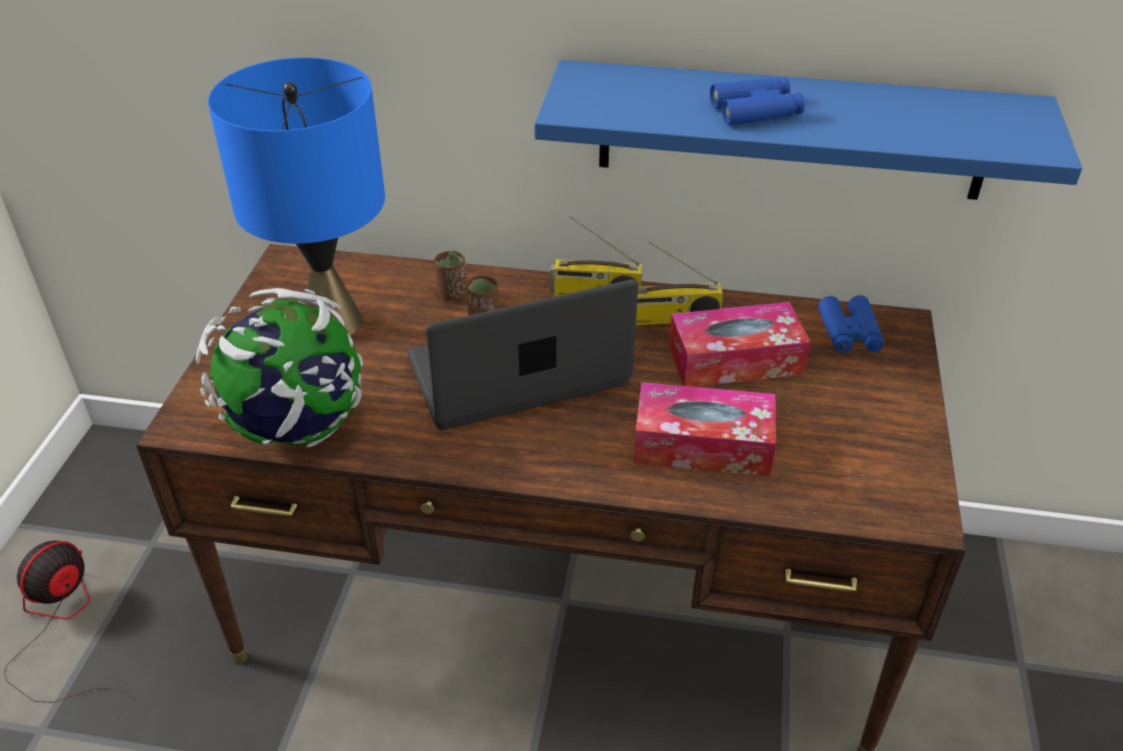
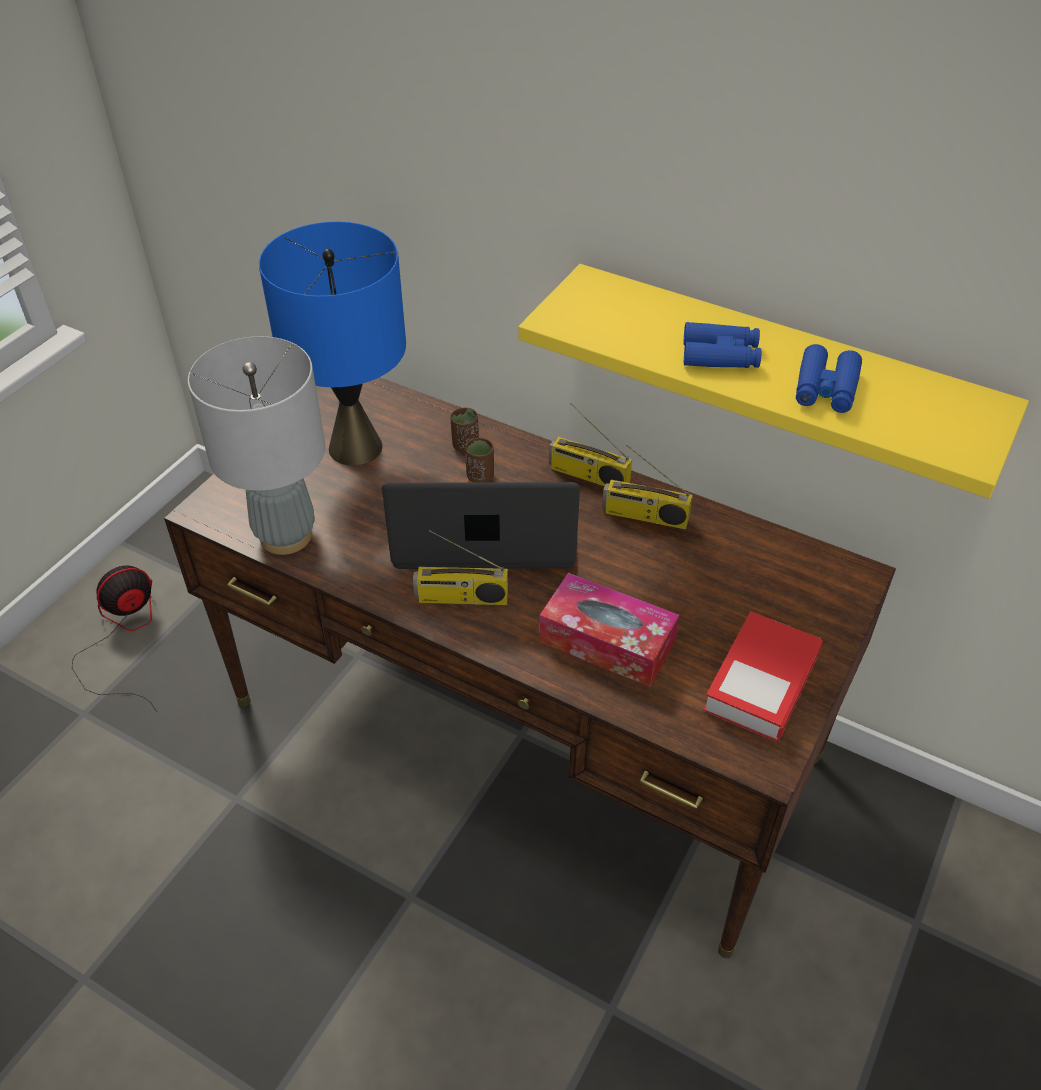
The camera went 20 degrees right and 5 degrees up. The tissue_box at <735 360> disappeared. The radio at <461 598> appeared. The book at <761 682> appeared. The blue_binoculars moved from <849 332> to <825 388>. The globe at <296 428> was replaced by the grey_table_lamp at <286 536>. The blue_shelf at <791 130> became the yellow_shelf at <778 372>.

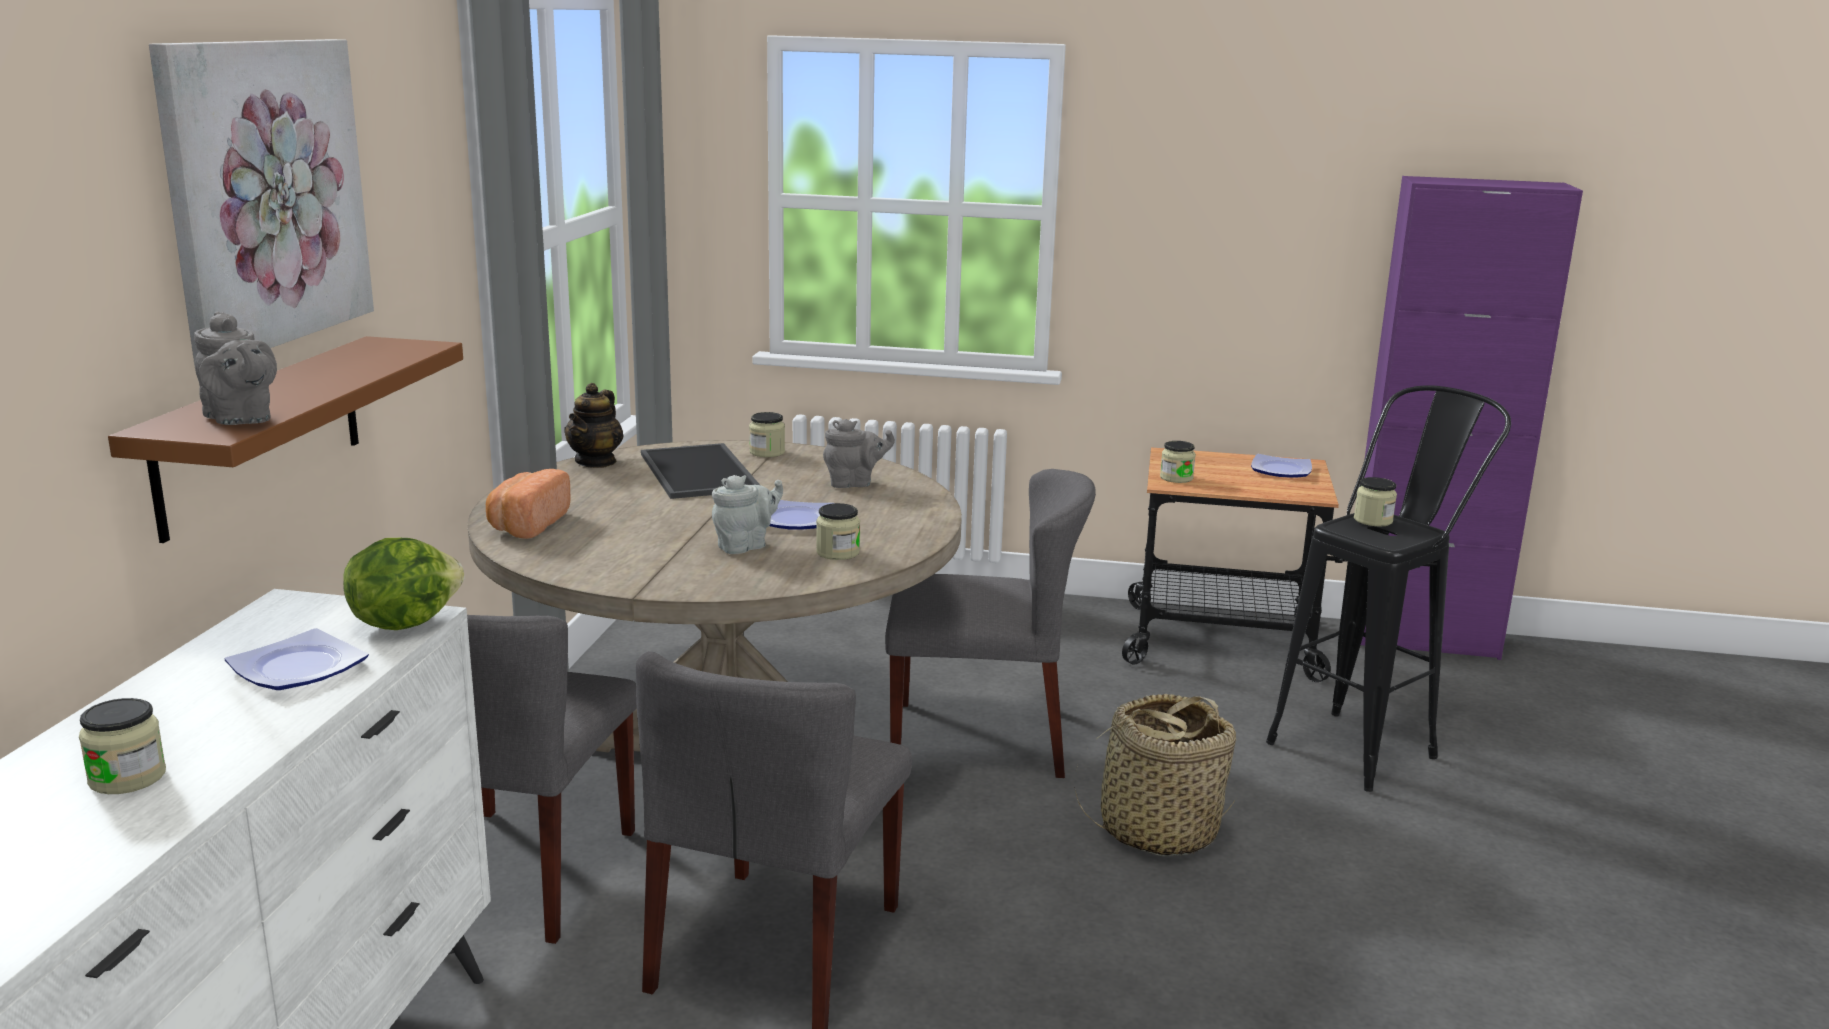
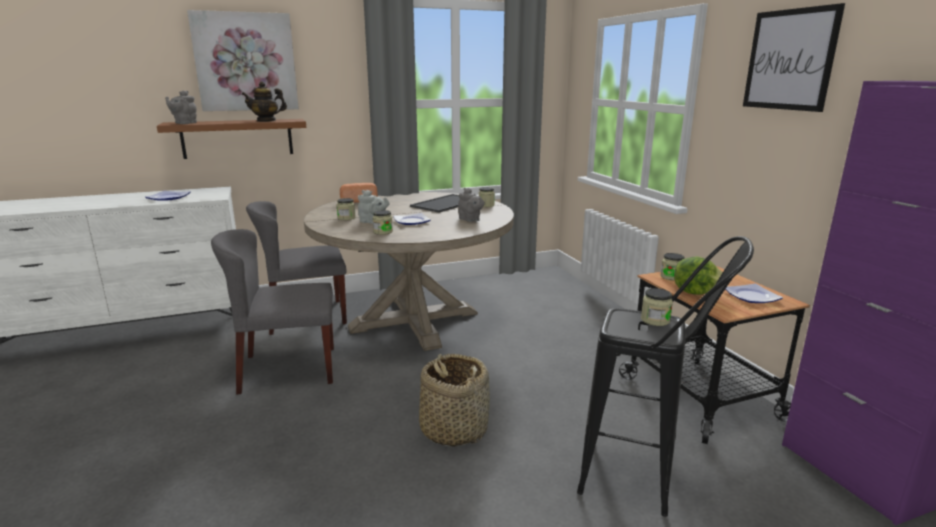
The camera went 60 degrees right and 0 degrees up. The grey_chair at <980 738> disappeared. The picture at <789 60> appeared. The jar moved from <127 778> to <346 218>. The lettuce moved from <404 622> to <695 292>. The teapot moved from <596 462> to <266 121>.

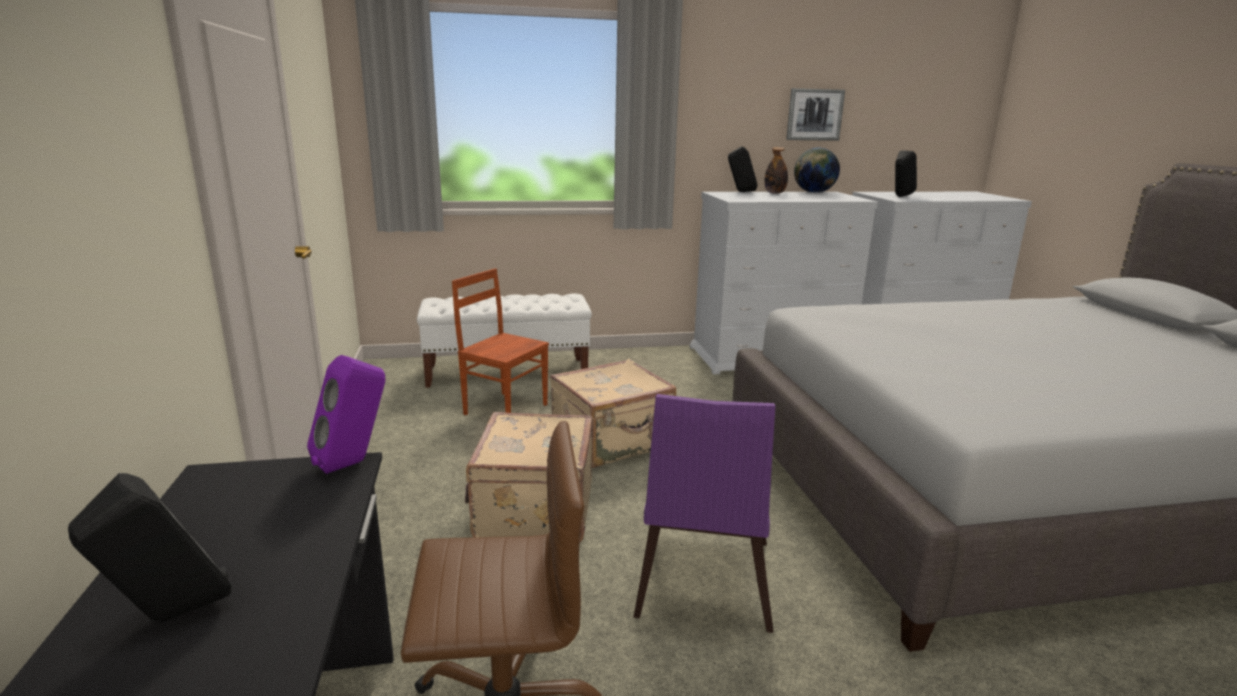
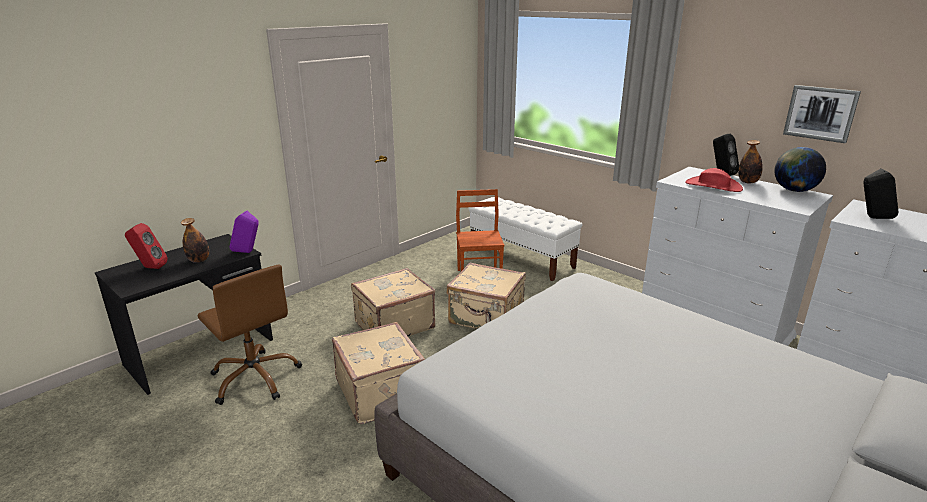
The camera went 55 degrees right and 5 degrees up. The bottle at <199 260> appeared. The red_hat at <713 186> appeared. The purple_chair at <701 585> was replaced by the beige_suitcase at <382 392>. The black_speaker at <169 618> became the red_speaker at <149 267>.

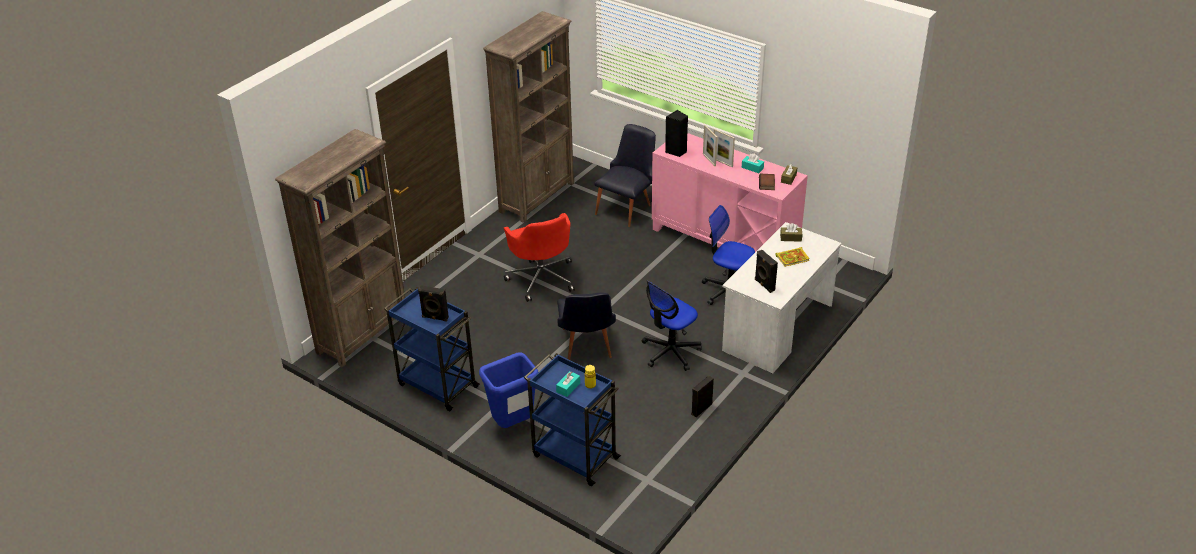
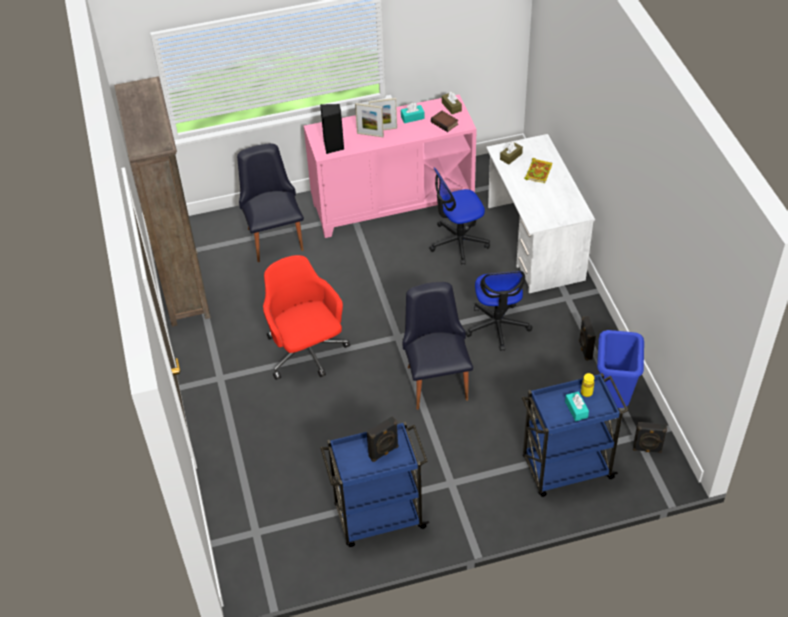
The camera went 50 degrees left and 10 degrees up. The brown_bookcase at <363 333> disappeared. The blue_trash_can moved from <512 425> to <612 401>. The black_speaker moved from <764 285> to <647 449>. The red_office_chair at <541 277> turned 135 degrees counterclockwise. The black_chair at <587 347> turned 135 degrees counterclockwise.

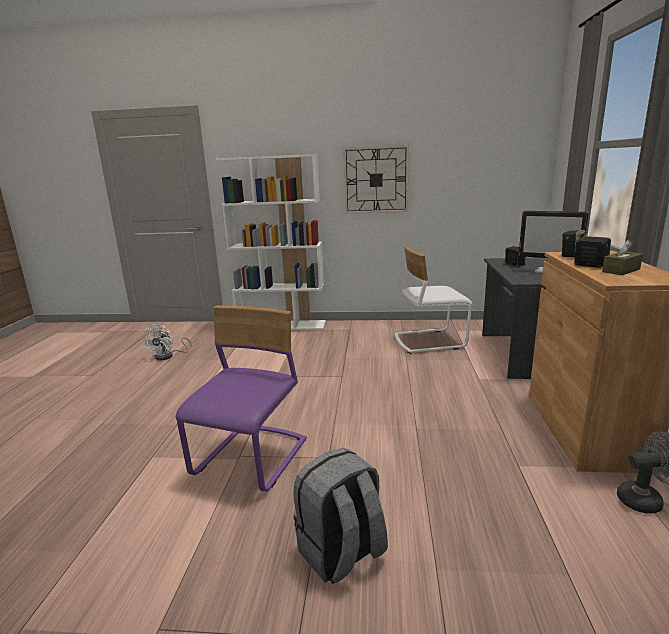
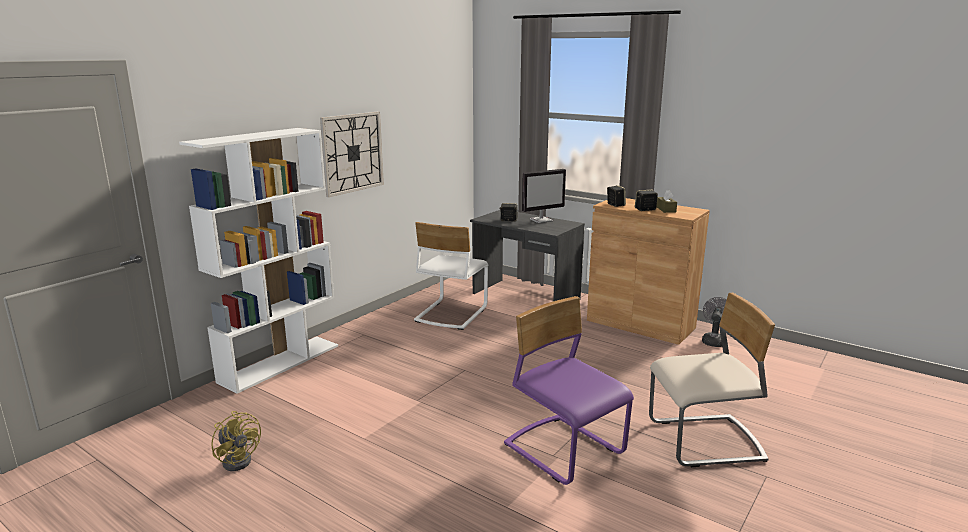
The camera went 60 degrees left and 0 degrees up. The grey_backpack at <341 554> was replaced by the beige_chair at <705 442>. The white_fan at <168 356> became the yellow_fan at <239 459>.

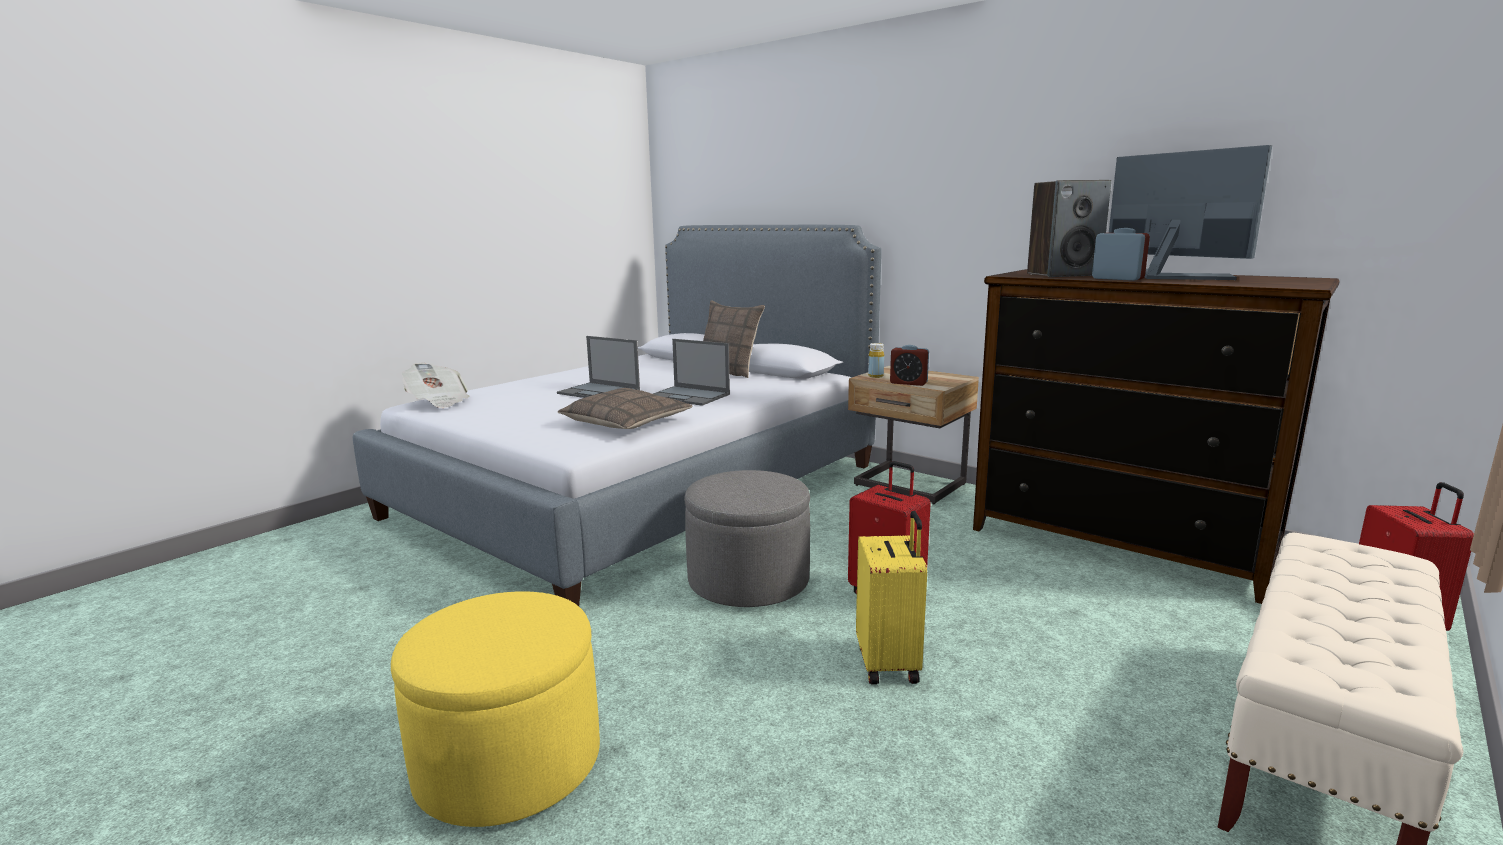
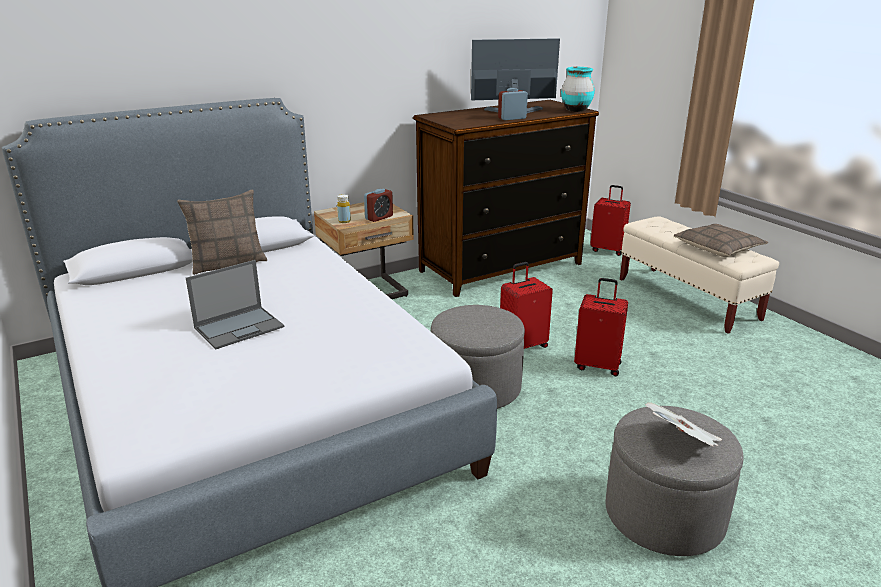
The camera went 70 degrees left and 10 degrees up. The laptop at <689 396> disappeared. The speaker at <1063 274> disappeared. The turquoise_vase at <576 110> appeared. The newspaper moved from <437 401> to <682 442>. The pillow moved from <627 423> to <718 248>. The yellow_ottoman at <509 763> became the grey_ottoman at <664 515>. The yellow_suitcase at <889 663> became the red_suitcase at <598 365>.

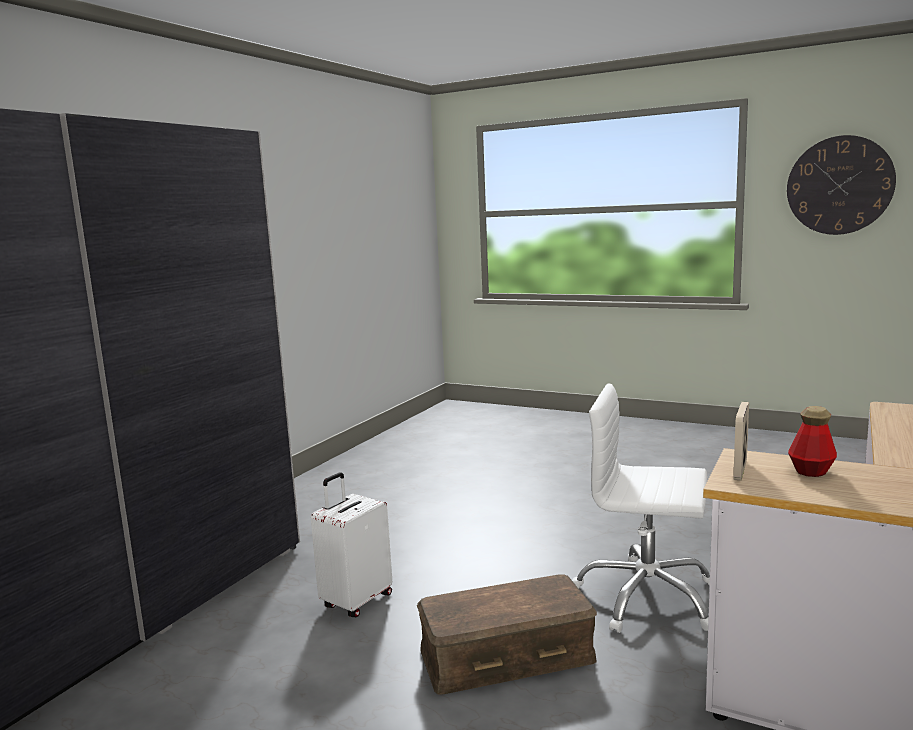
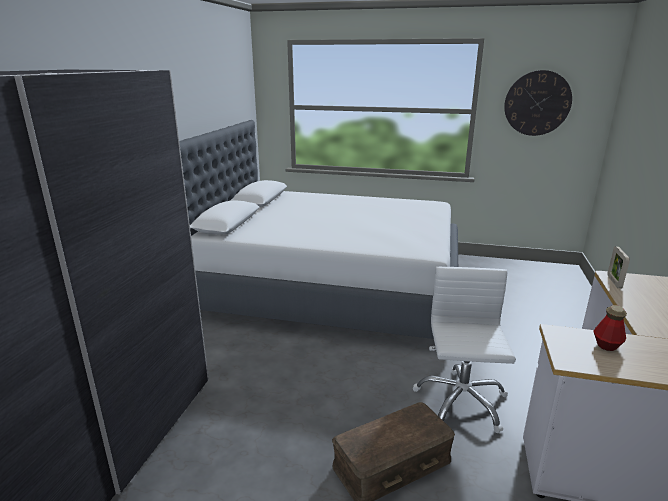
The camera went 15 degrees left and 10 degrees up. The white_suitcase at <356 601> disappeared. The white_bed at <331 288> appeared. The picture_frame moved from <740 470> to <614 282>. The white_office_chair at <646 597> turned 90 degrees clockwise.

